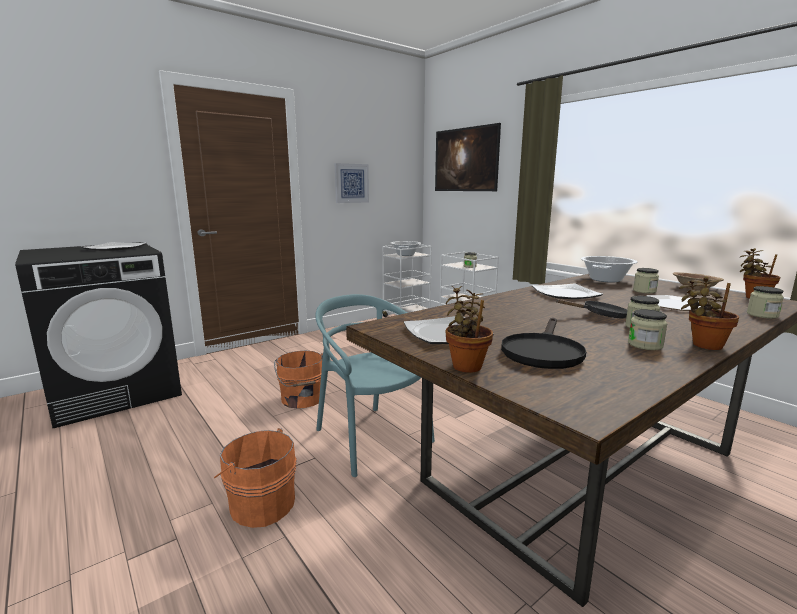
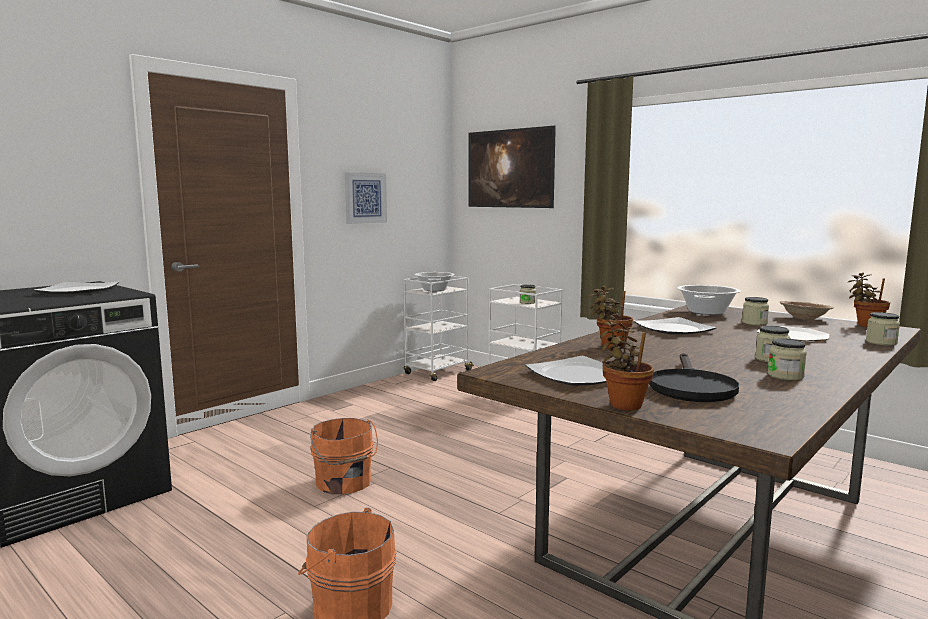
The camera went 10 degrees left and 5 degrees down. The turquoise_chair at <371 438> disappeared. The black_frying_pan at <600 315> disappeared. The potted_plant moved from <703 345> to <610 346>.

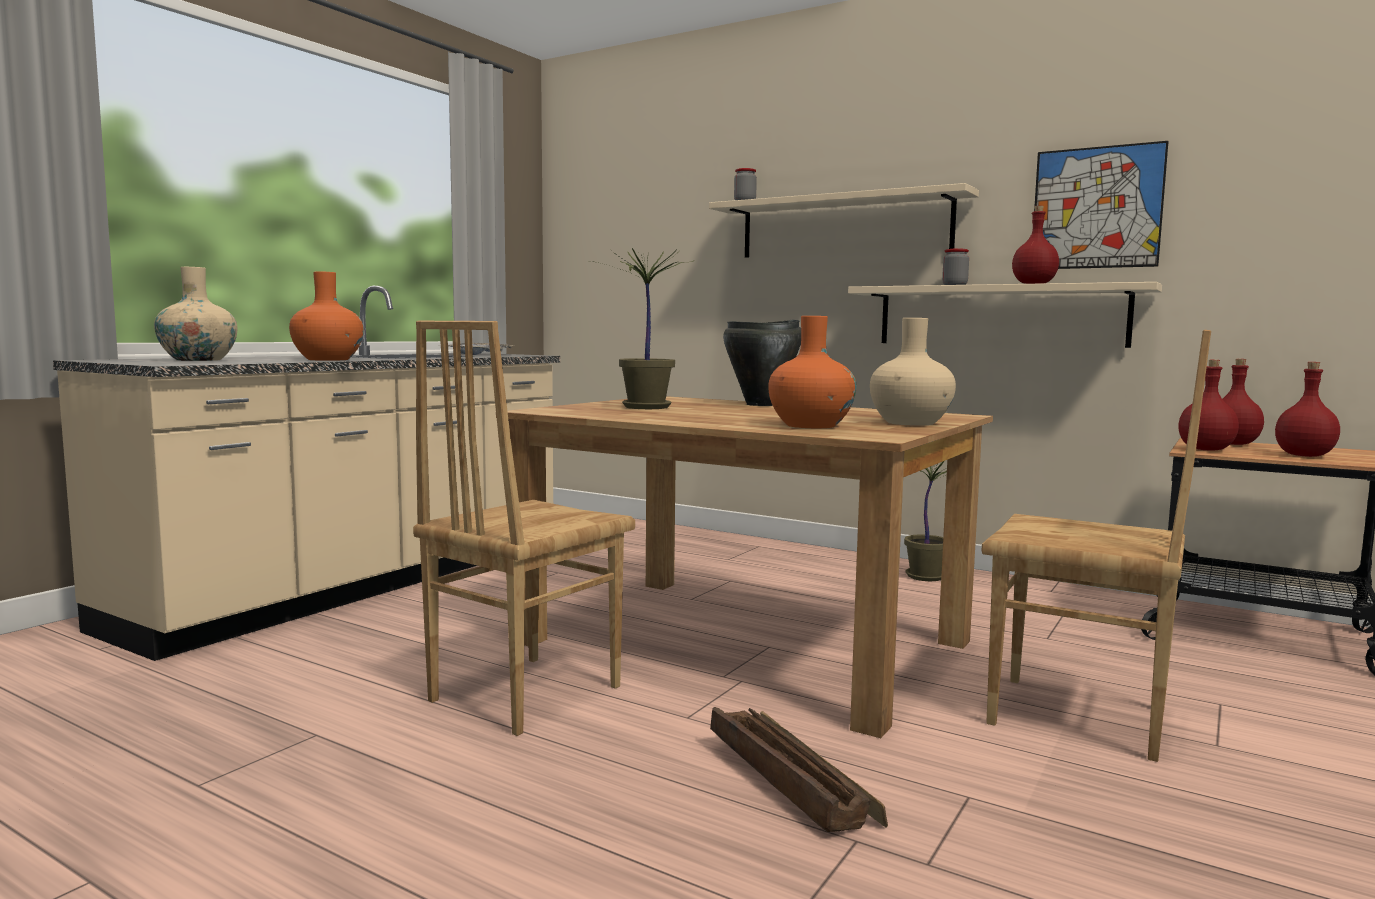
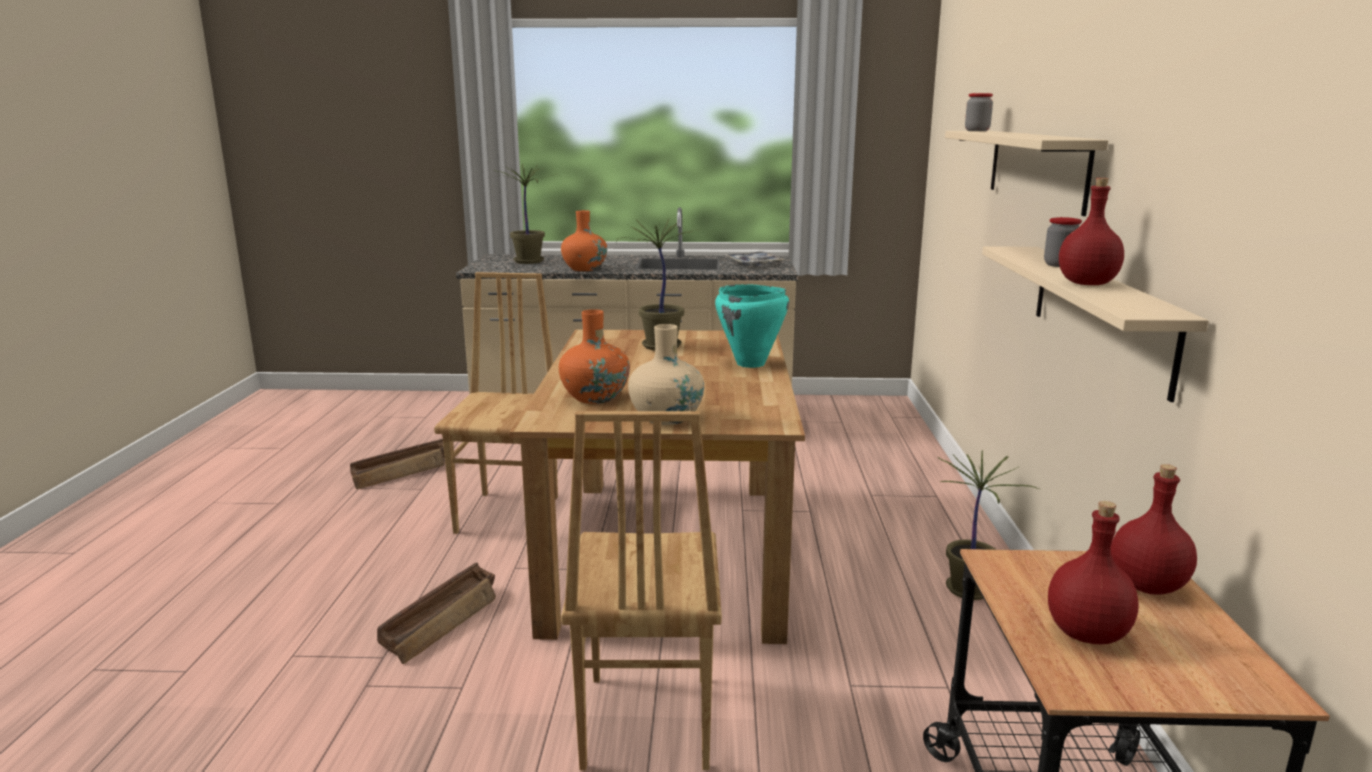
The camera went 60 degrees right and 10 degrees up. The picture at <1096 208> disappeared. The red_bottle at <1206 450> disappeared. The crate at <402 472> appeared. The beige_vase at <198 360> was replaced by the potted_plant at <530 262>. The black_cooking_pot at <762 404> became the turquoise_cooking_pot at <750 364>. The brown_chair at <522 693> turned 90 degrees clockwise.

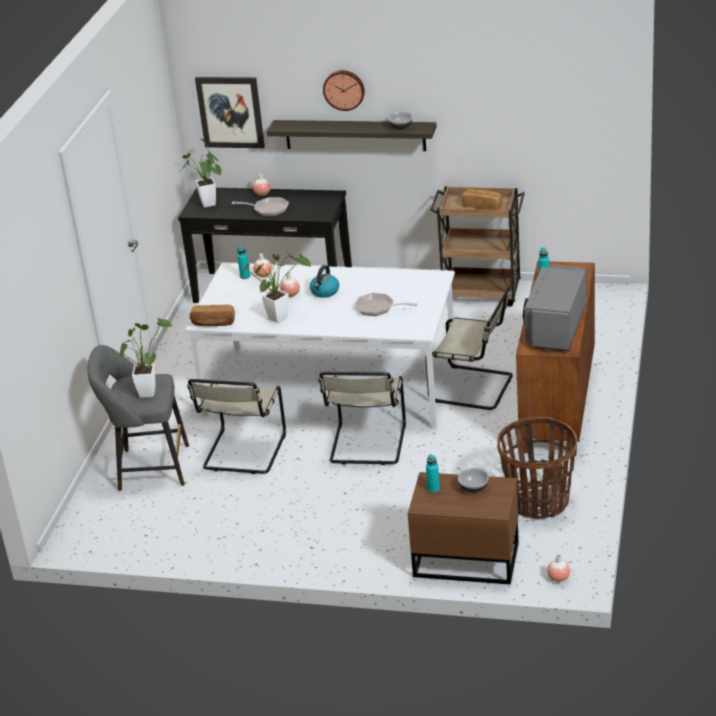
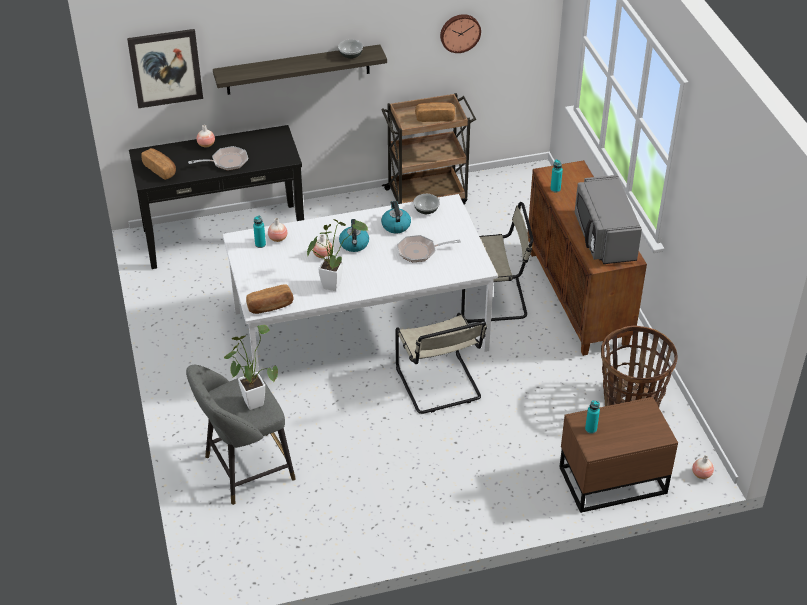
The camera went 30 degrees left and 10 degrees up. The beige_chair at <243 453> disappeared. The kettle at <395 225> appeared. The wall_clock moved from <344 89> to <459 32>. The bowl moved from <474 487> to <426 210>. The potted_plant at <209 206> was replaced by the bread at <160 169>.

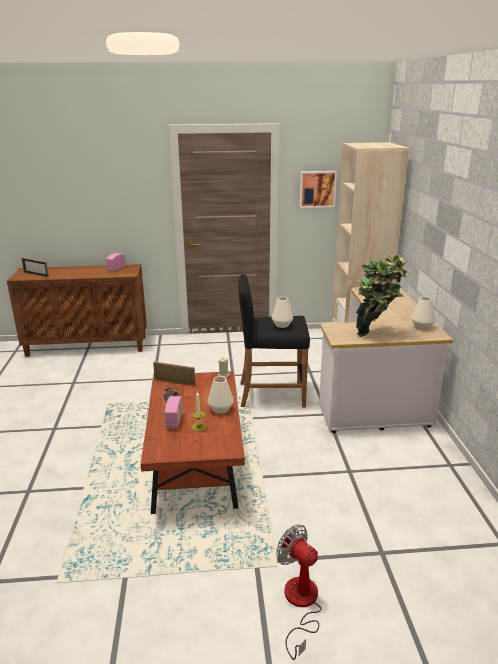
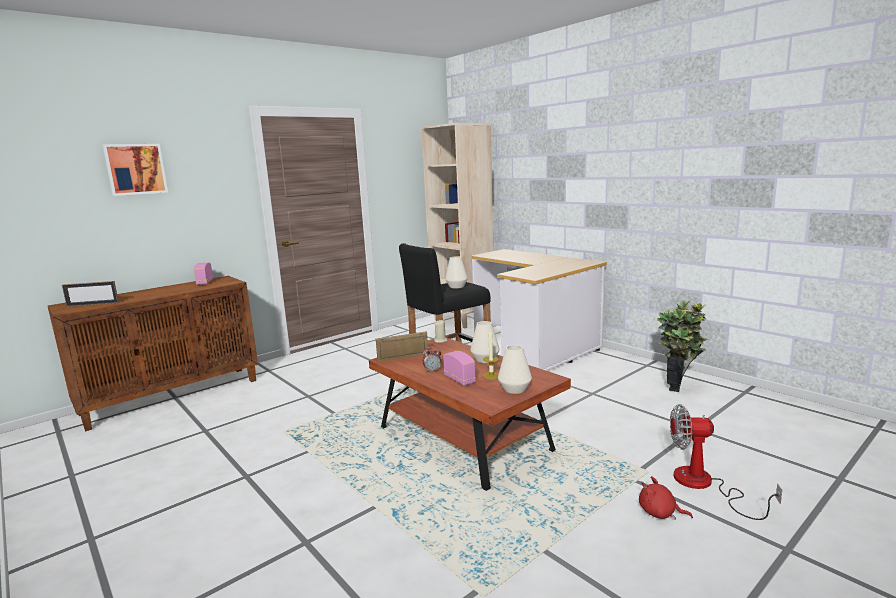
The camera went 35 degrees left and 10 degrees down. The red_plush_toy at <660 513> appeared. The picture moved from <317 189> to <135 169>. The potted_plant moved from <374 333> to <679 385>. The white_vase moved from <422 326> to <514 389>.

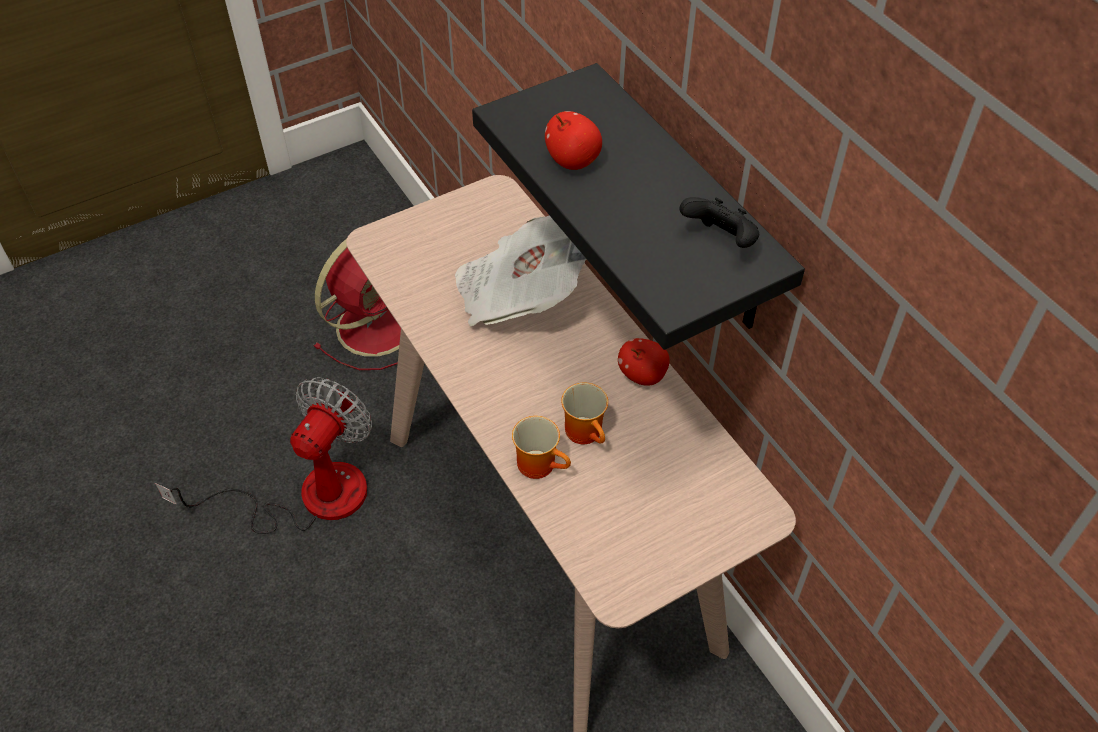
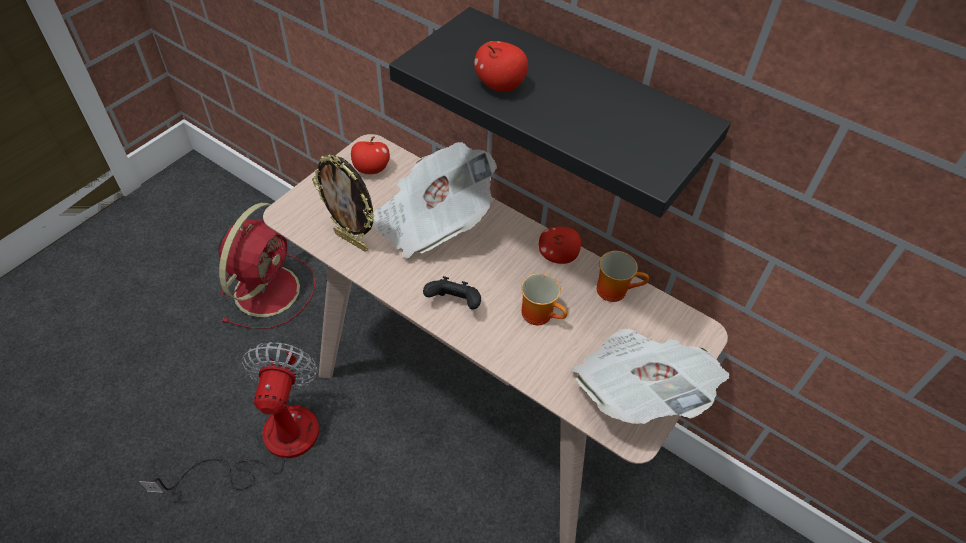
The camera went 25 degrees left and 0 degrees up. The picture_frame at <352 240> appeared. The apple at <371 169> appeared. The newspaper at <638 390> appeared. The mug moved from <541 463> to <615 289>. The black_game_controller moved from <720 241> to <454 303>.

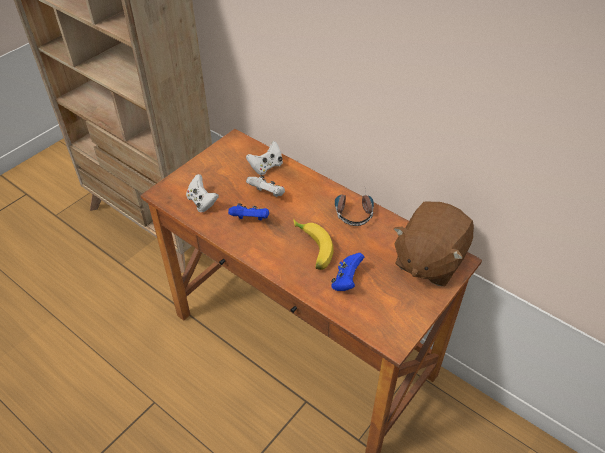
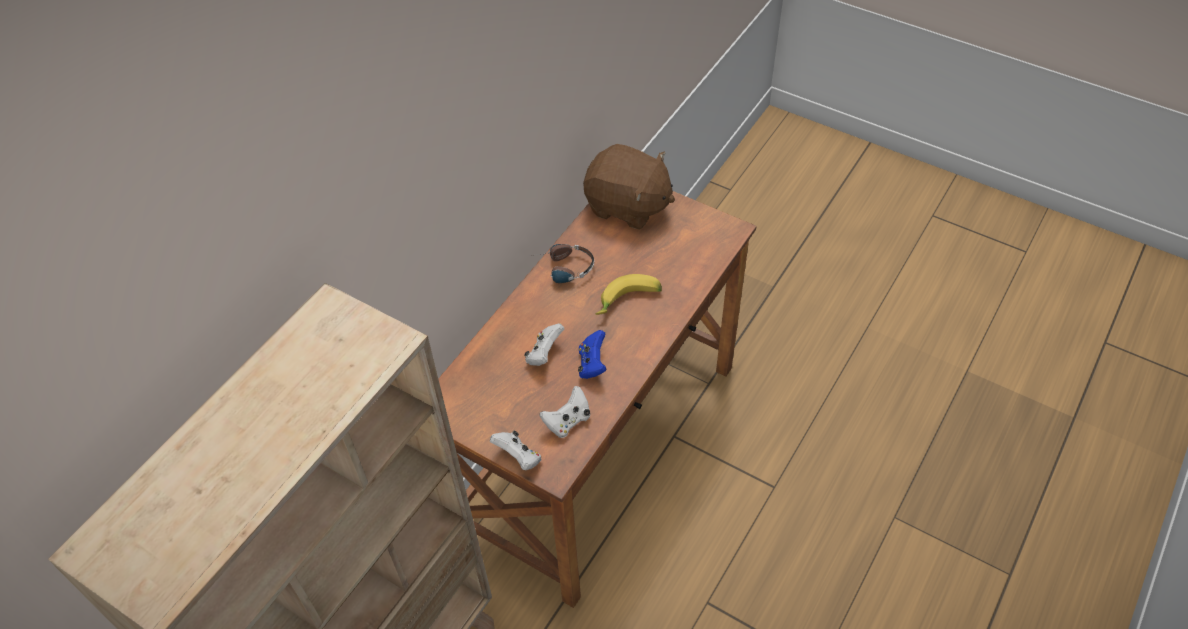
The camera went 95 degrees left and 5 degrees up. The blue_game_controller at <346 280> disappeared. The white_game_controller moved from <266 167> to <518 458>.

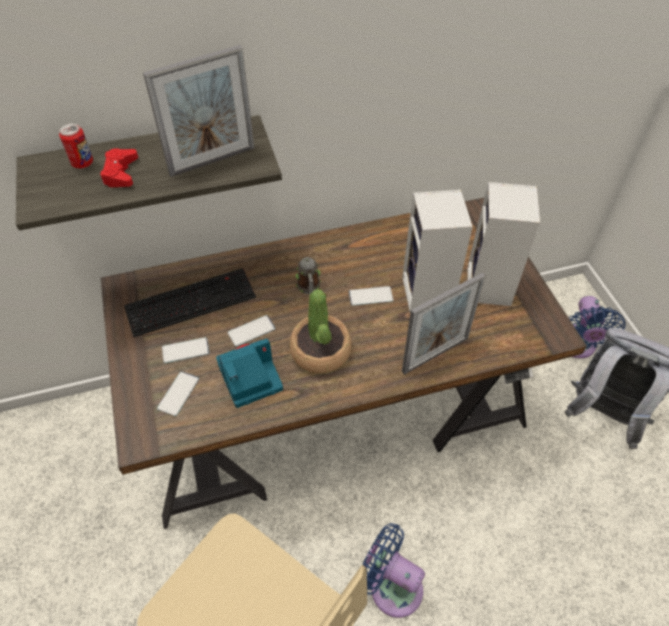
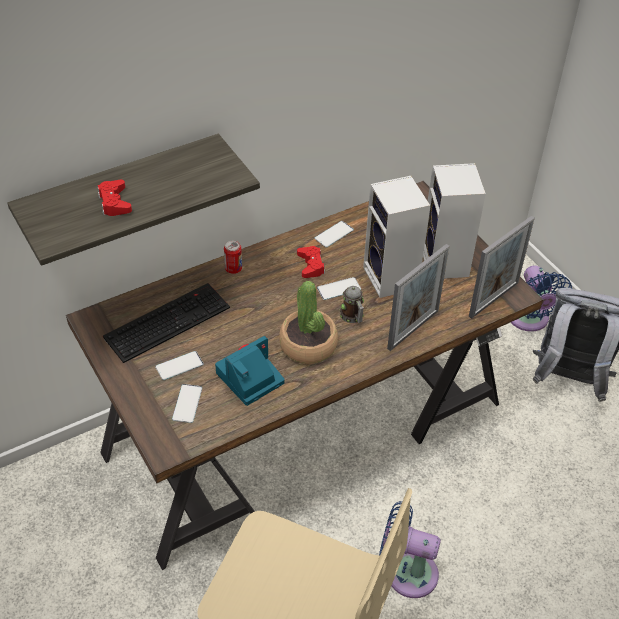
The camera went 15 degrees left and 5 degrees down. The red_game_controller at <311 265> appeared. The can moved from <82 163> to <233 269>. The picture_frame moved from <212 161> to <493 299>. The phone moved from <251 331> to <334 234>. The mug moved from <309 288> to <353 317>.

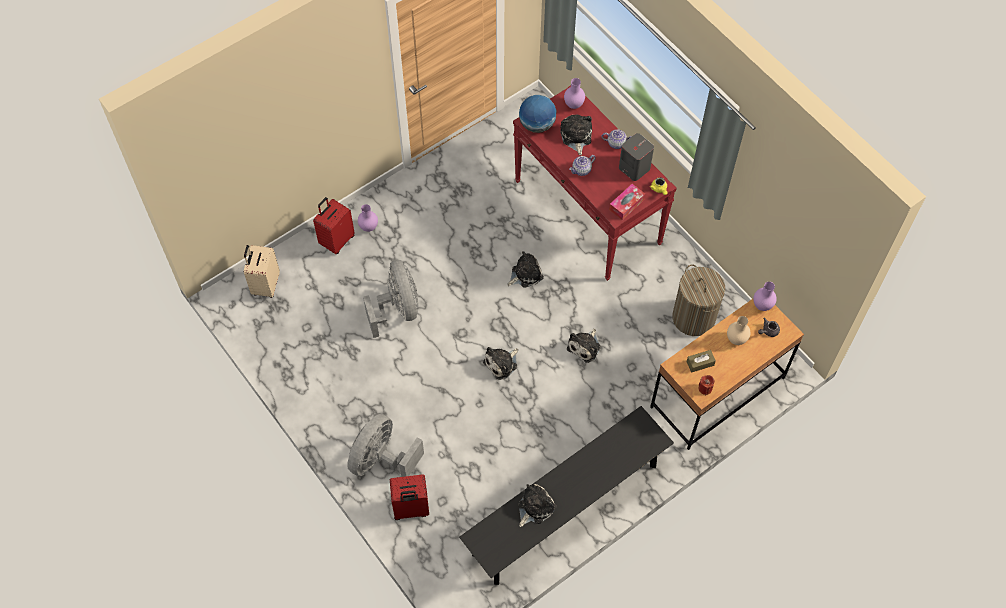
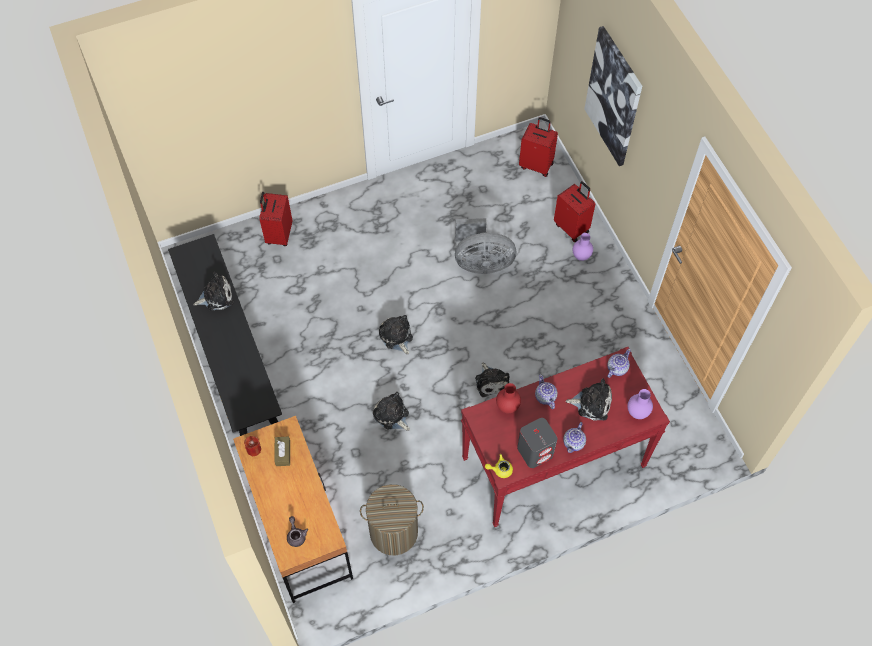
The camera went 105 degrees right and 0 degrees up. The grey_fan at <381 459> disappeared. The tissue_box at <626 205> disappeared. The beige_vase at <735 340> disappeared. The purple_vase at <762 306> disappeared. The red_vase at <508 407> appeared. The picture at <614 97> appeared. The globe at <537 125> was replaced by the teapot at <616 368>. The beige_suitcase at <265 285> became the red_suitcase at <536 165>. The plush_toy at <534 507> turned 75 degrees counterclockwise.

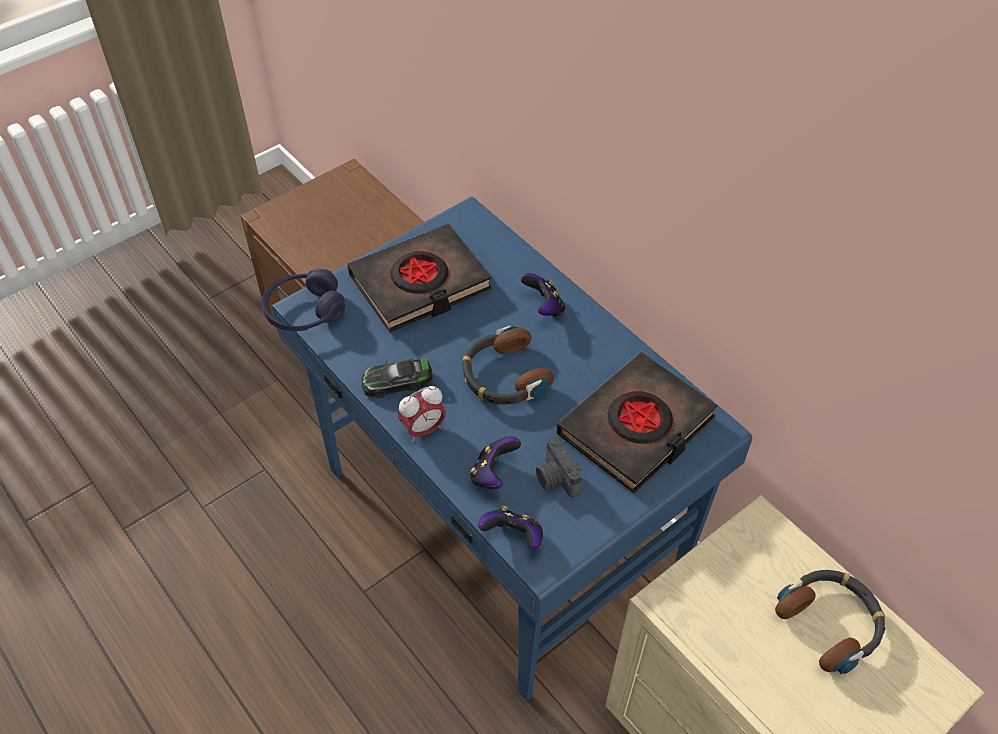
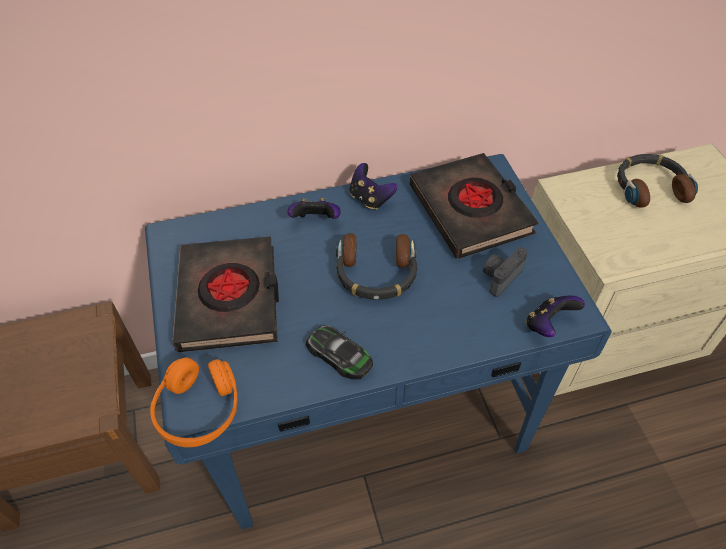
The camera went 65 degrees left and 0 degrees up. The alarm_clock at <423 429> disappeared. The game_controller moved from <493 474> to <370 199>. The purple_headphones at <304 311> became the orange_headphones at <199 409>. The toy_car at <397 381> turned 120 degrees clockwise. The photo_camera at <555 478> turned 135 degrees clockwise.

